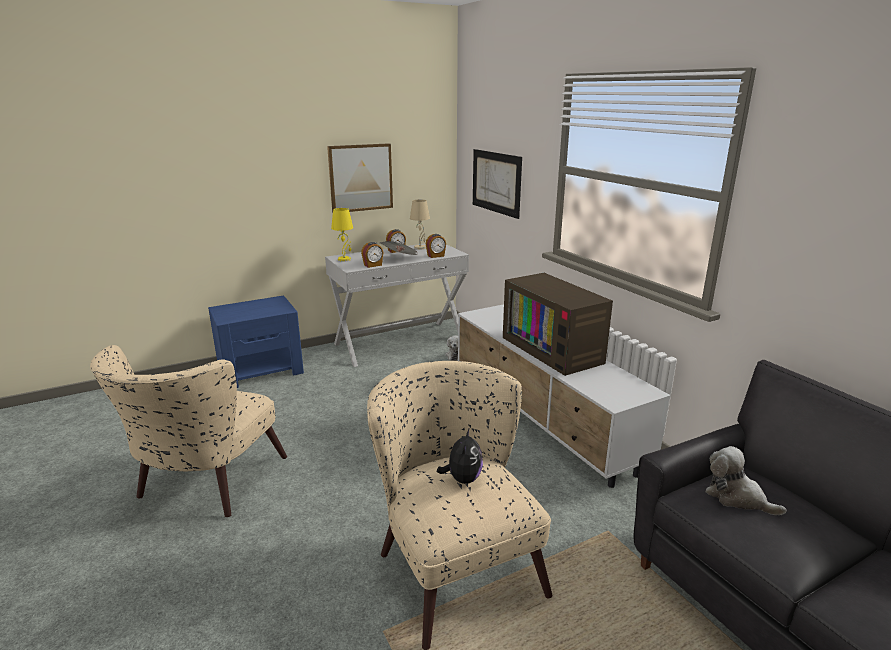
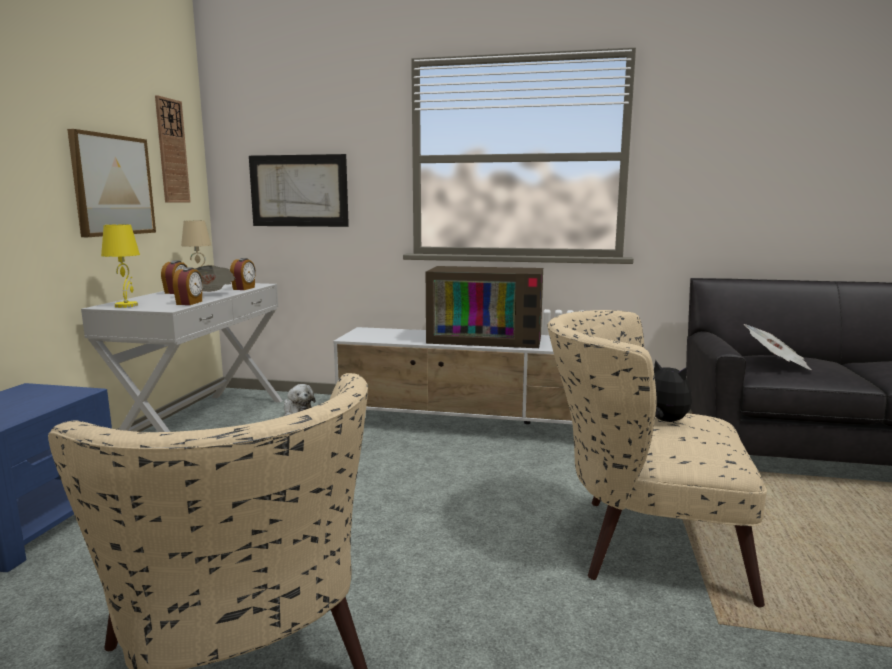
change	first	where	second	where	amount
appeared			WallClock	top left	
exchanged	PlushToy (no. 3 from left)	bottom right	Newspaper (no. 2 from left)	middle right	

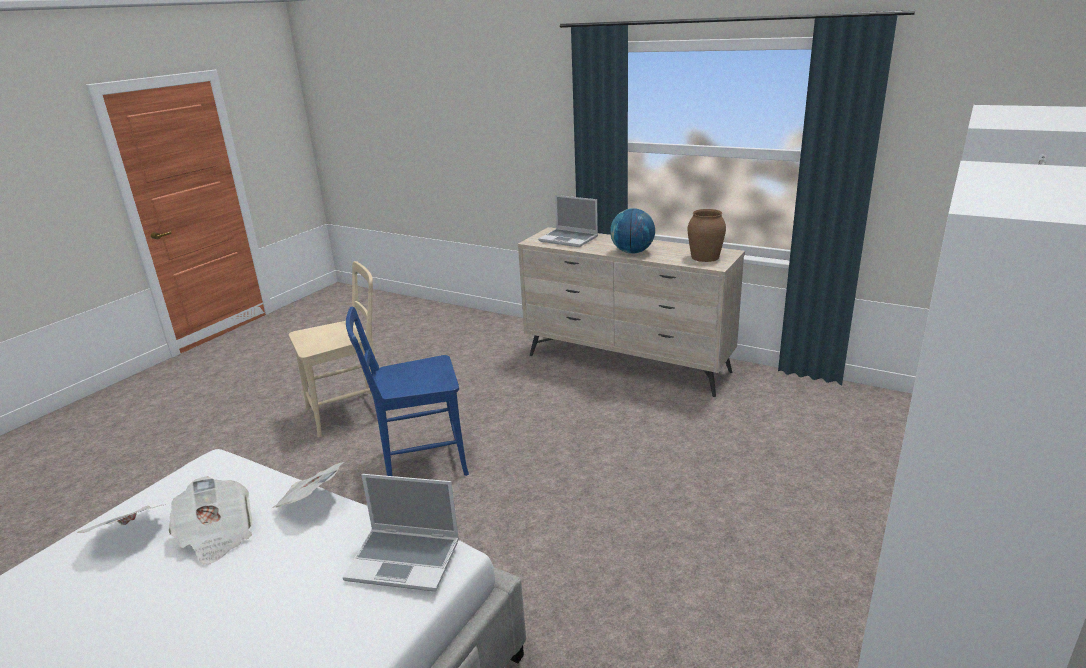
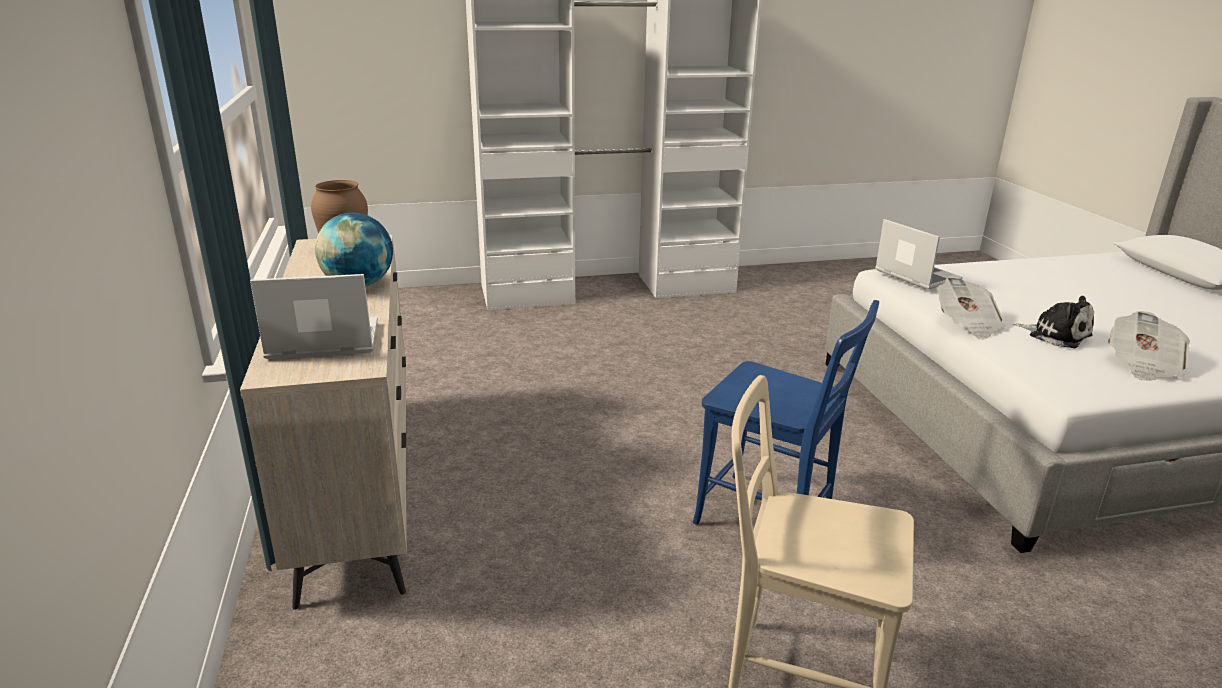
change	first	where	second	where	amount
exchanged	Newspaper (no. 2 from left)	bottom left	PlushToy	middle right	
spun	Laptop (no. 2 from left in the first image)	top centre	Laptop (no. 1 from left)	middle left	90 degrees counterclockwise

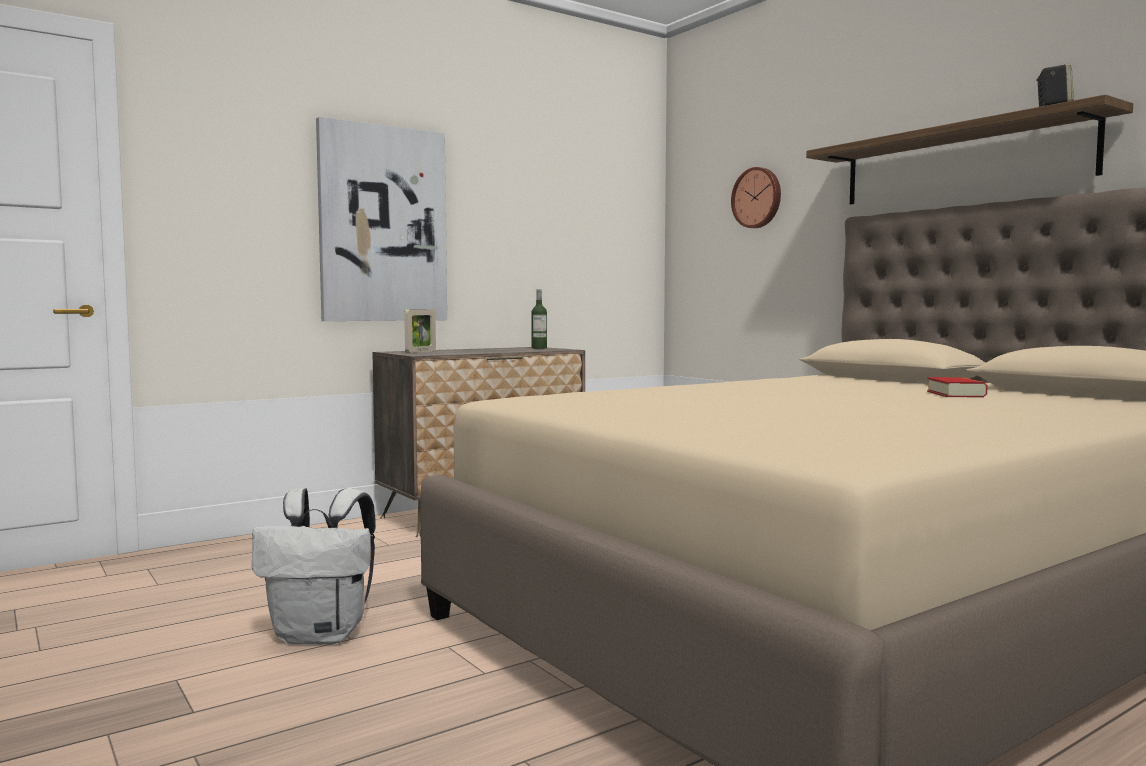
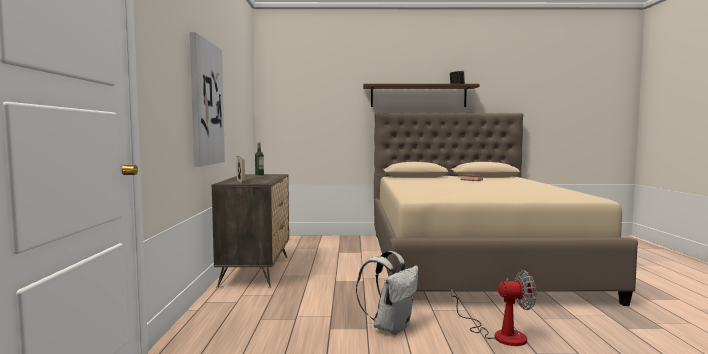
change	first	where	second	where	amount
missing	WallClock	top centre			
appeared			Fan	bottom right	

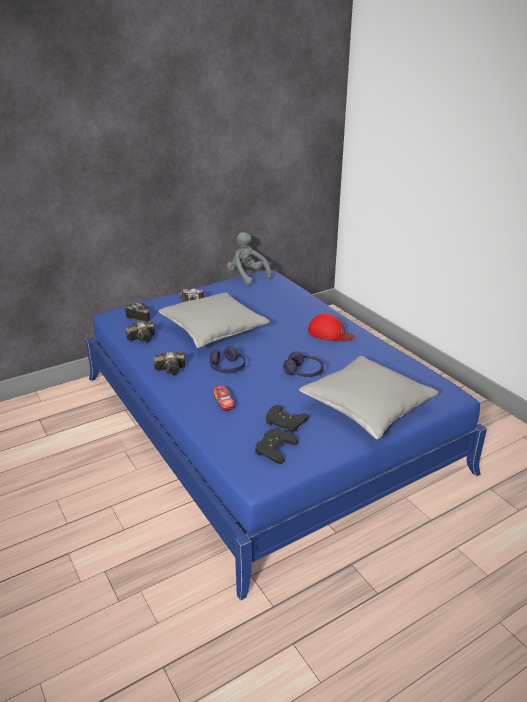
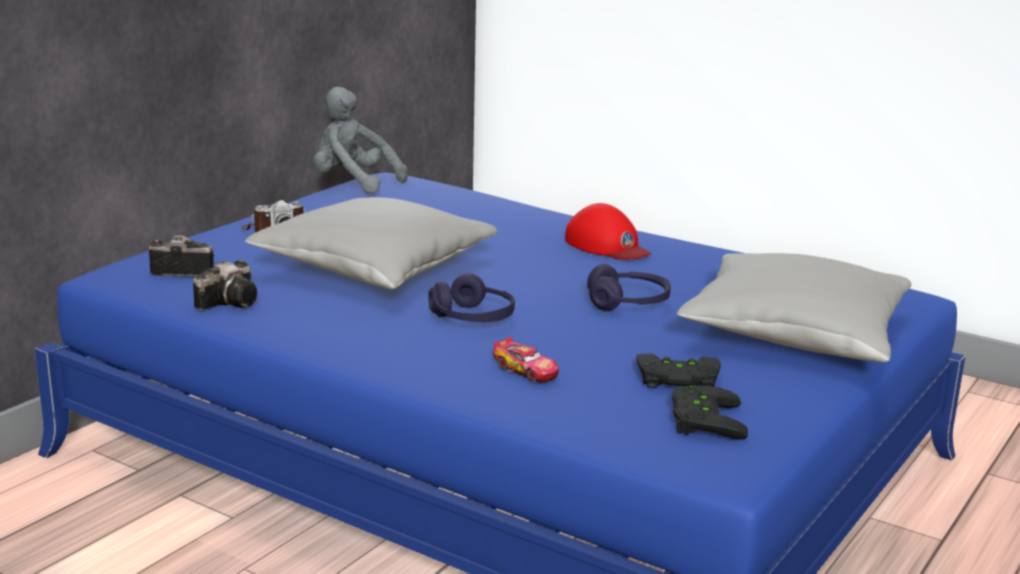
change	first	where	second	where	amount
missing	PhotoCamera (no. 3 from left)	middle left			
spun	RedCap	centre		centre	45 degrees clockwise

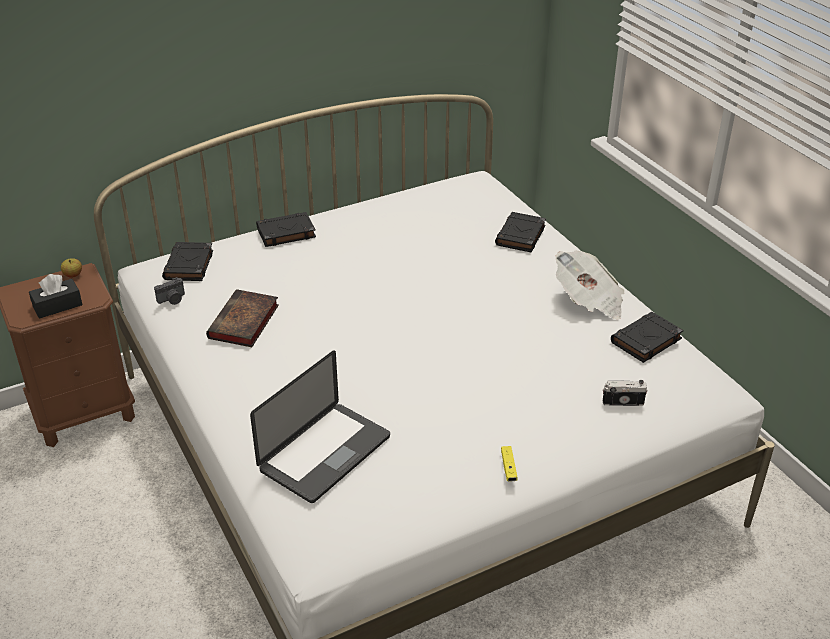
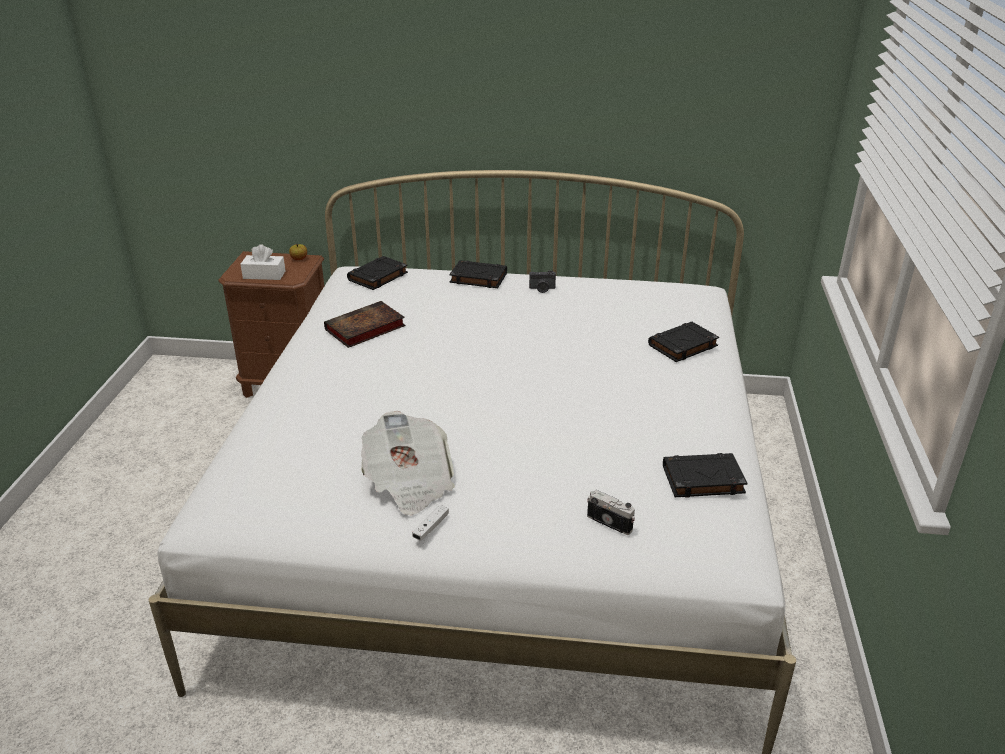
change	first	where	second	where	amount
missing	Laptop	bottom centre			
relocated	PhotoCamera (no. 1 from left)	middle left		centre	
relocated	Newspaper	middle right		centre	
colour	BlackTissueBox	middle left	WhiteTissueBox	middle left	
colour	YellowGameController	bottom centre	WhiteGameController	bottom centre	

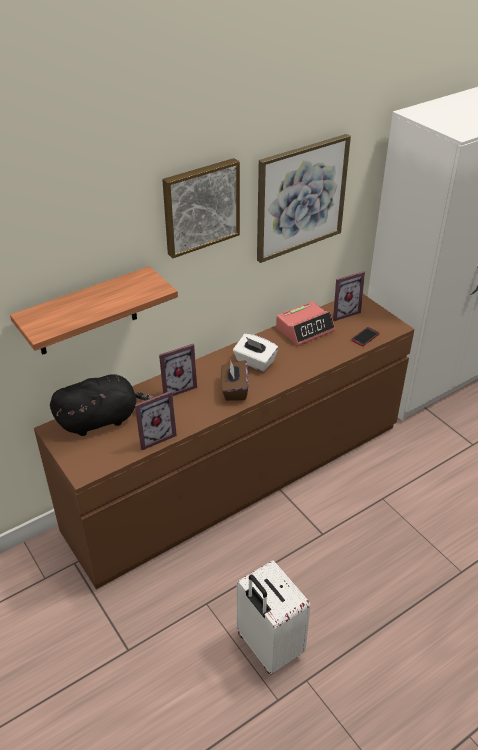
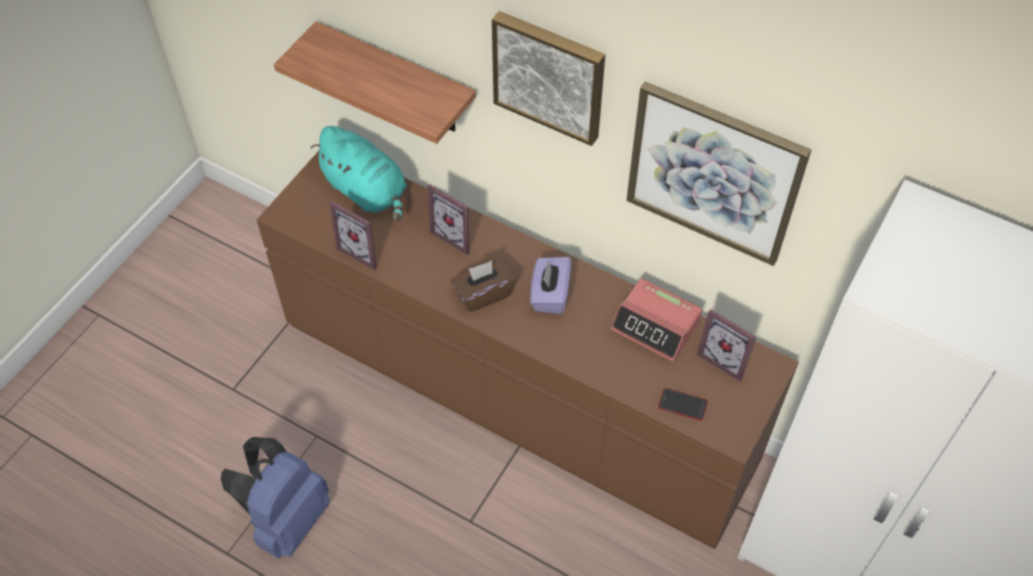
change	first	where	second	where	amount
exchanged	WhiteSuitcase	bottom centre	BlueBackpack	bottom left	
colour	BlackPlushToy	middle left	TurquoisePlushToy	top centre	
colour	WhiteTissueBox	centre	PurpleTissueBox	centre	

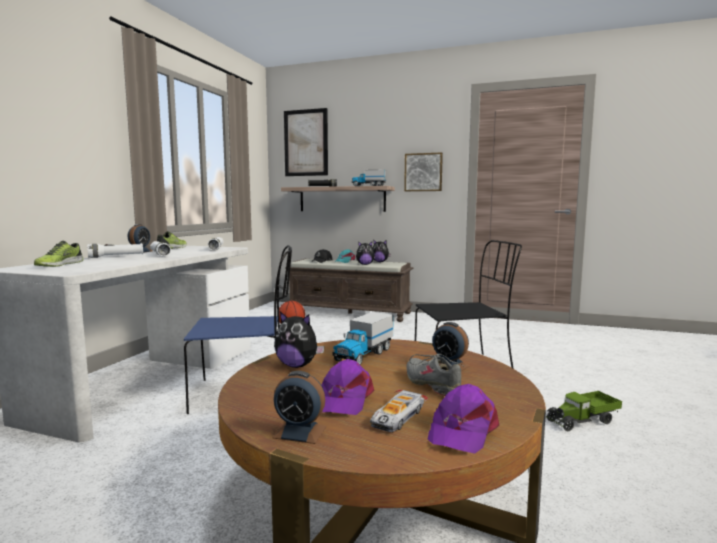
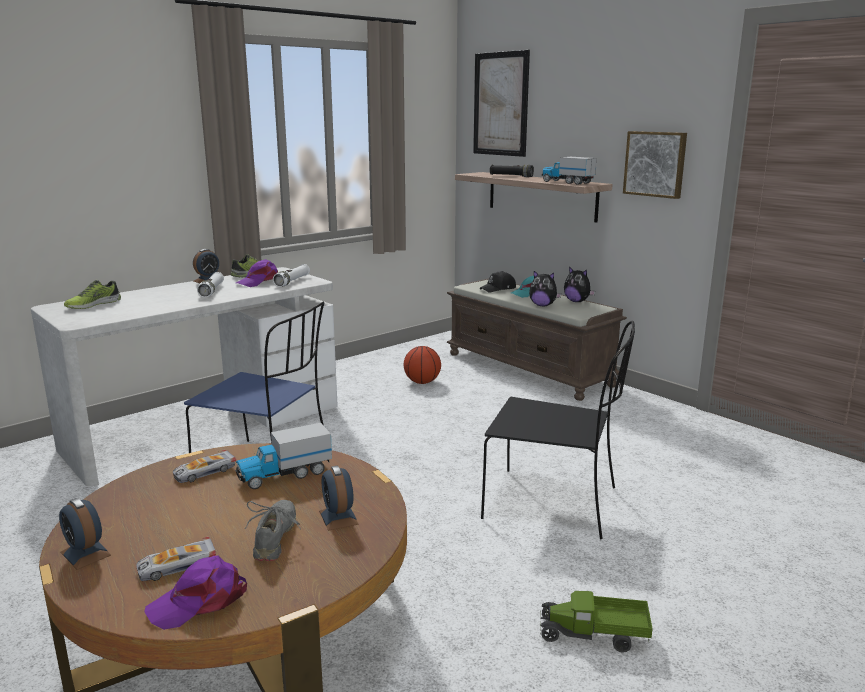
change	first	where	second	where	amount
missing	WhiteFlashlight (no. 1 from left)	middle left			
relocated	PurpleCap (no. 1 from left in the first image)	bottom centre	PurpleCap (no. 2 from left)	middle left	
exchanged	PlushToy (no. 1 from left)	centre	ToyCar (no. 2 from left)	bottom left	

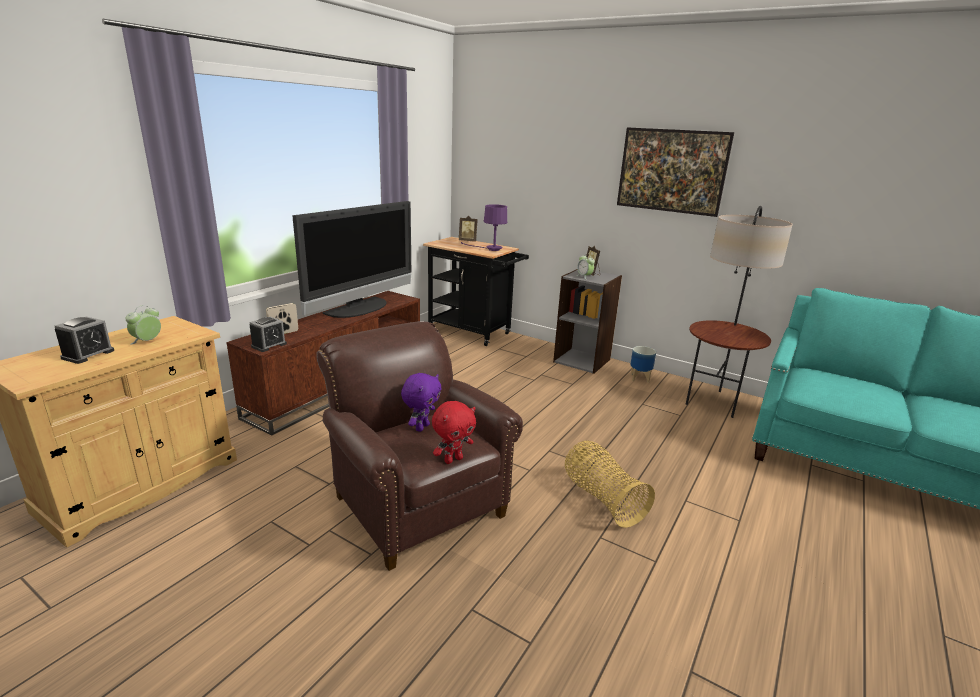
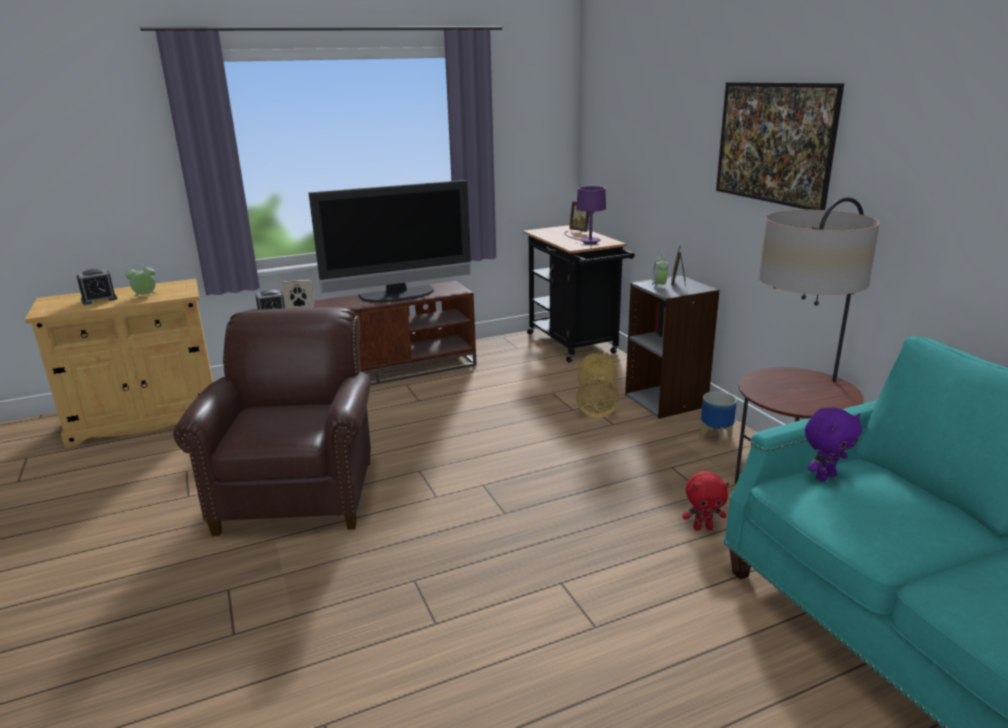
change	first	where	second	where	amount
relocated	PurplePlushToy	centre		middle right	
relocated	RedPlushToy	centre		bottom right	
relocated	Basket	bottom centre		centre	

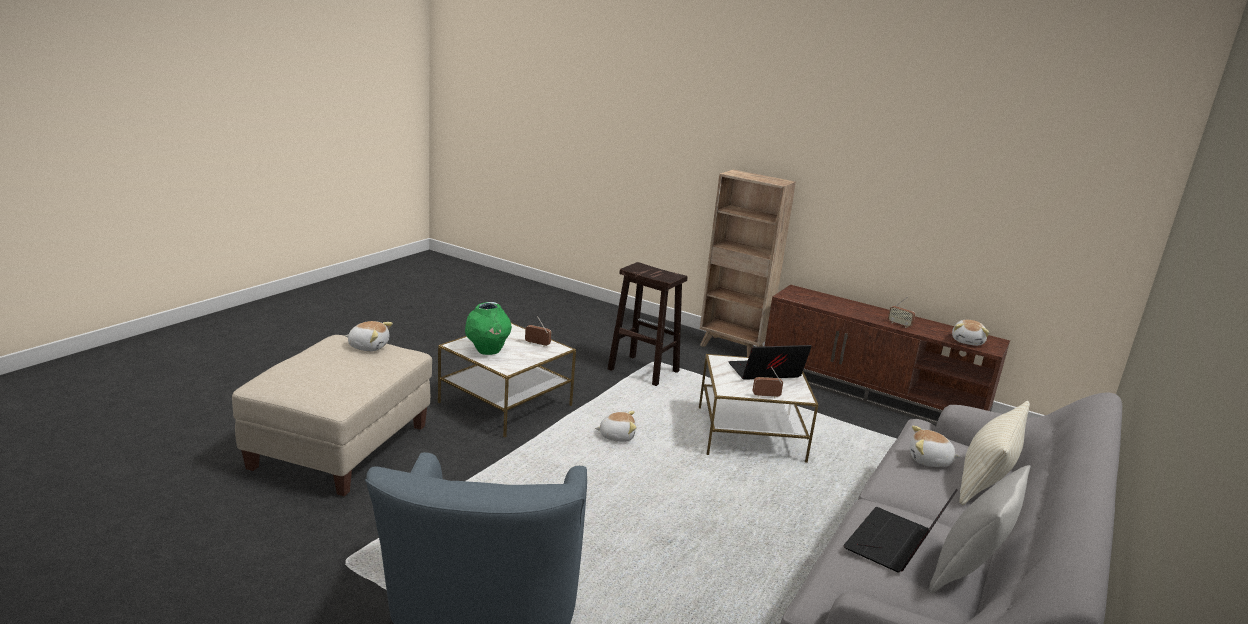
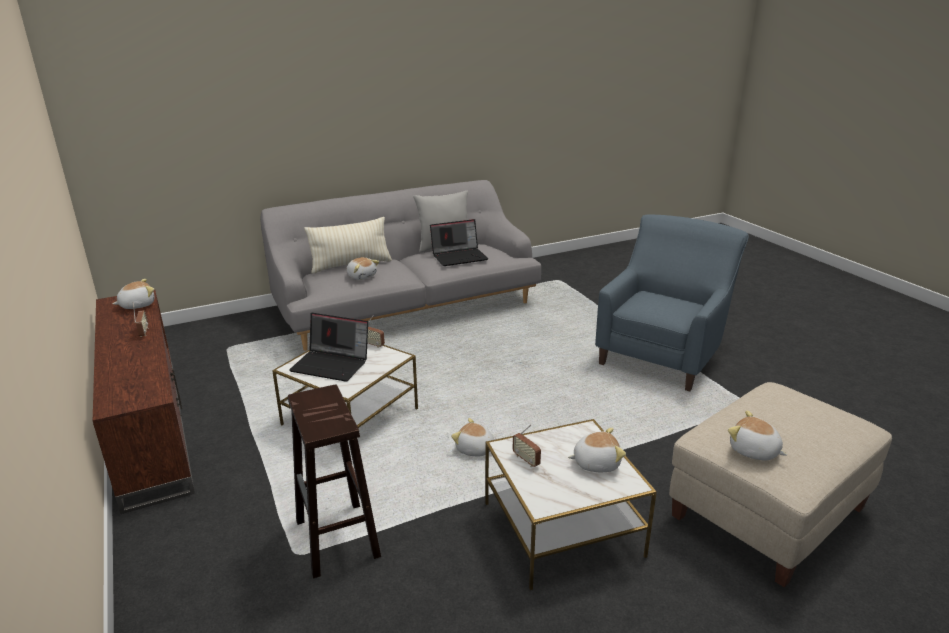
change	first	where	second	where	amount
missing	BrownBookcase	centre			
exchanged	GreenVase	centre	PlushToy (no. 4 from left)	bottom centre	

